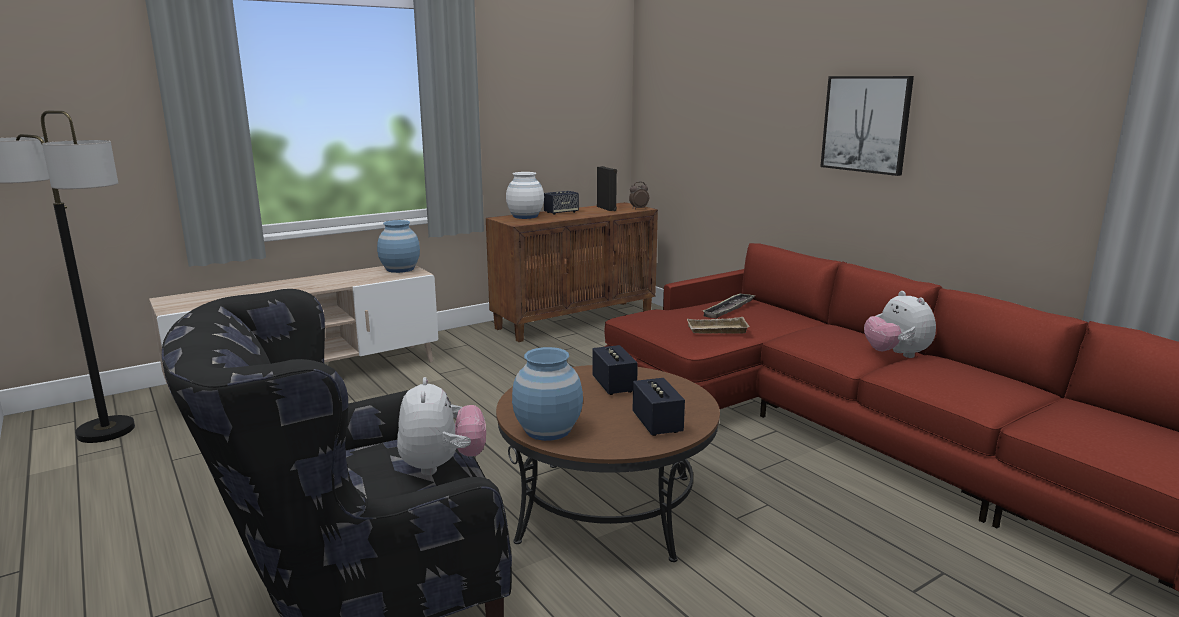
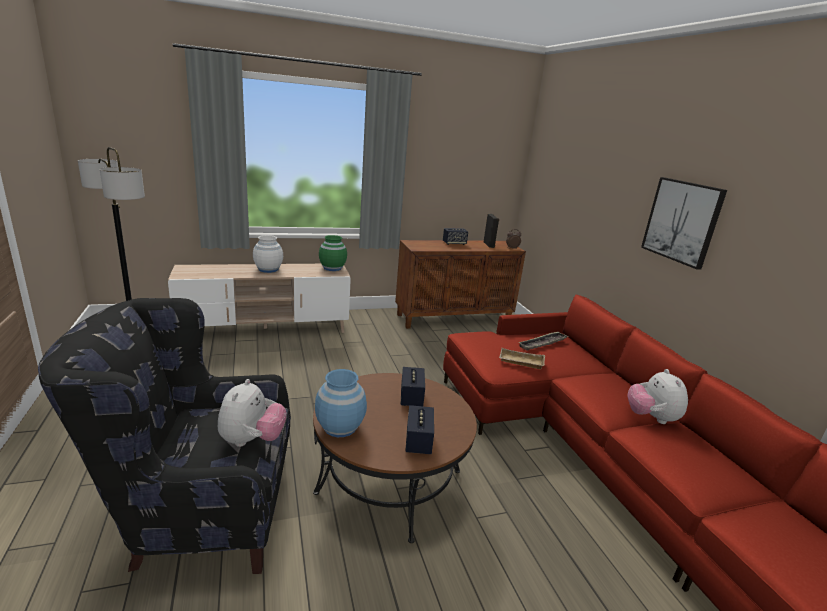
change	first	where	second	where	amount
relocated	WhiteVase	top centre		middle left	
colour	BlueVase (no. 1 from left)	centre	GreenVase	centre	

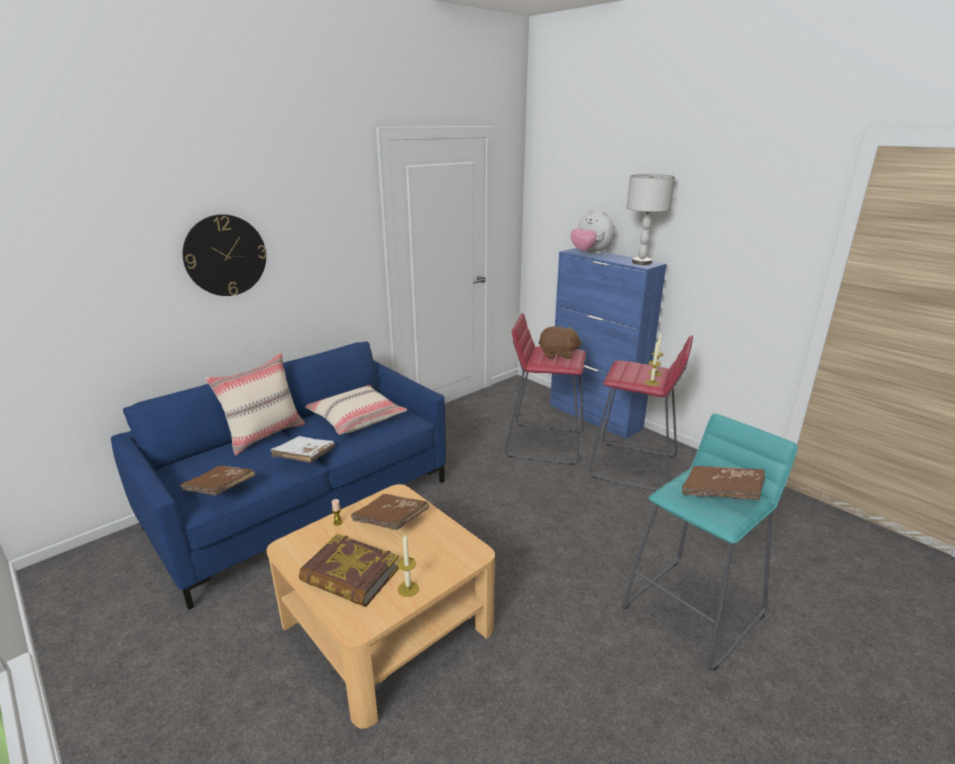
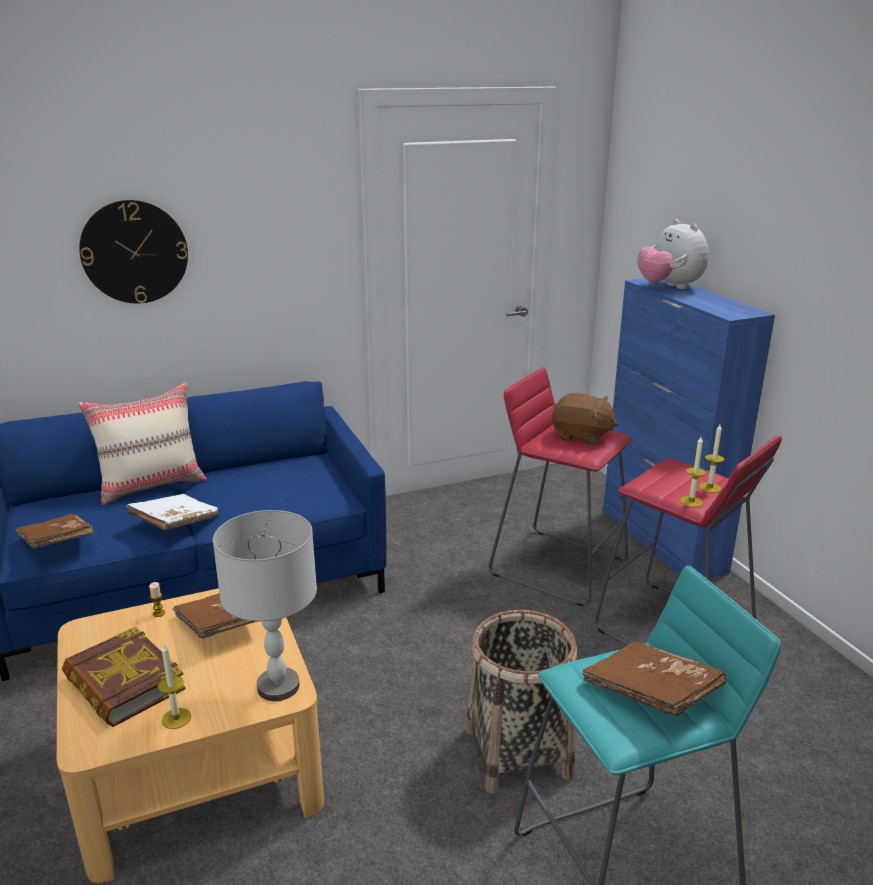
change	first	where	second	where	amount
missing	BeigePillow (no. 2 from left)	centre			
appeared			Basket	bottom centre	
relocated	GreyTableLamp	top right		bottom left	

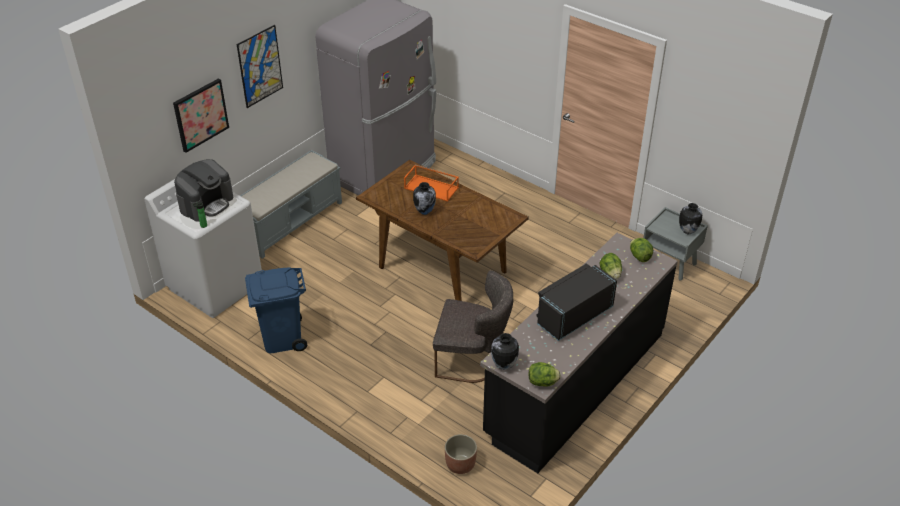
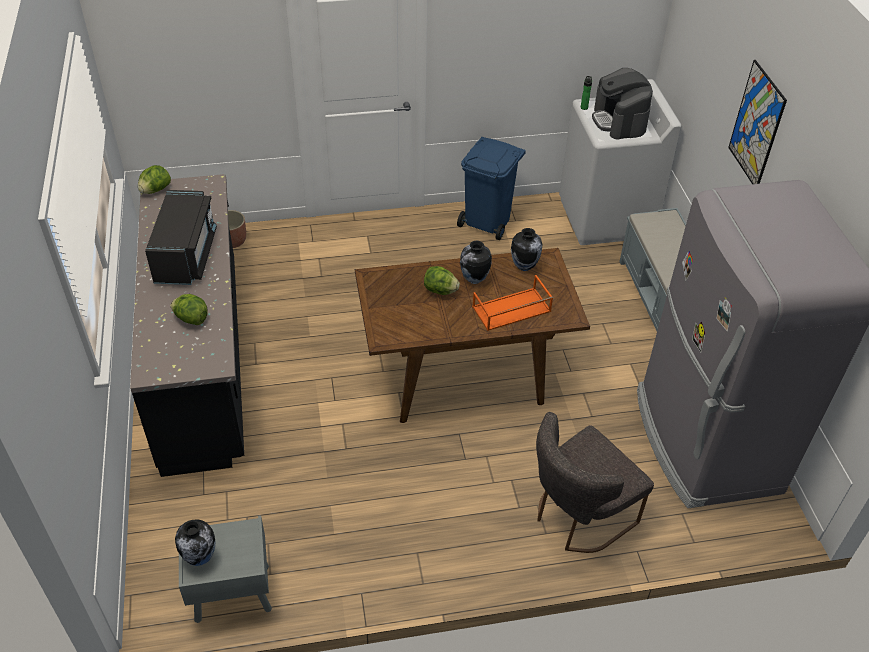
change	first	where	second	where	amount
missing	Picture (no. 1 from left)	top left			
relocated	GreyChair	centre		bottom right	
relocated	Vase (no. 2 from left in the first image)	bottom centre	Vase (no. 3 from left)	centre	
relocated	Lettuce (no. 3 from left)	middle right		centre	

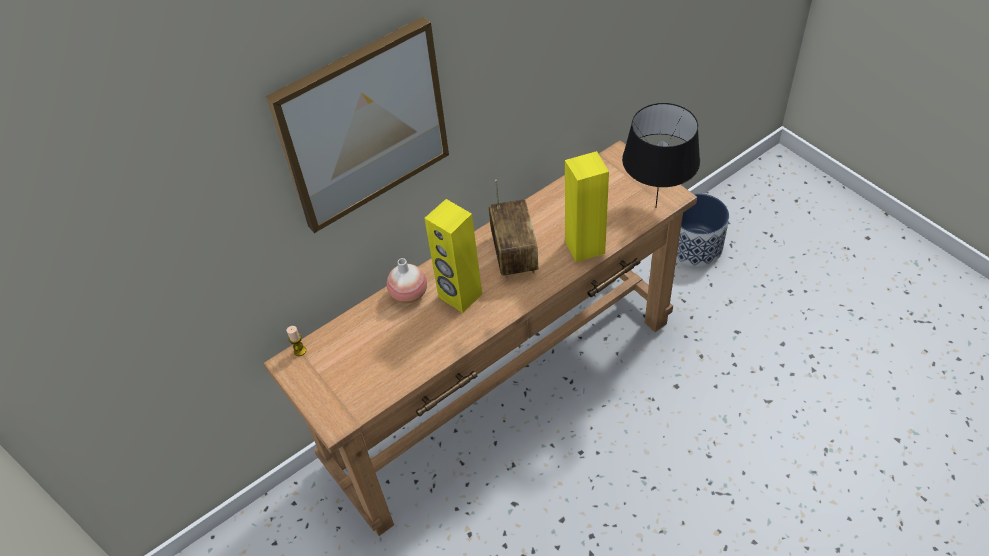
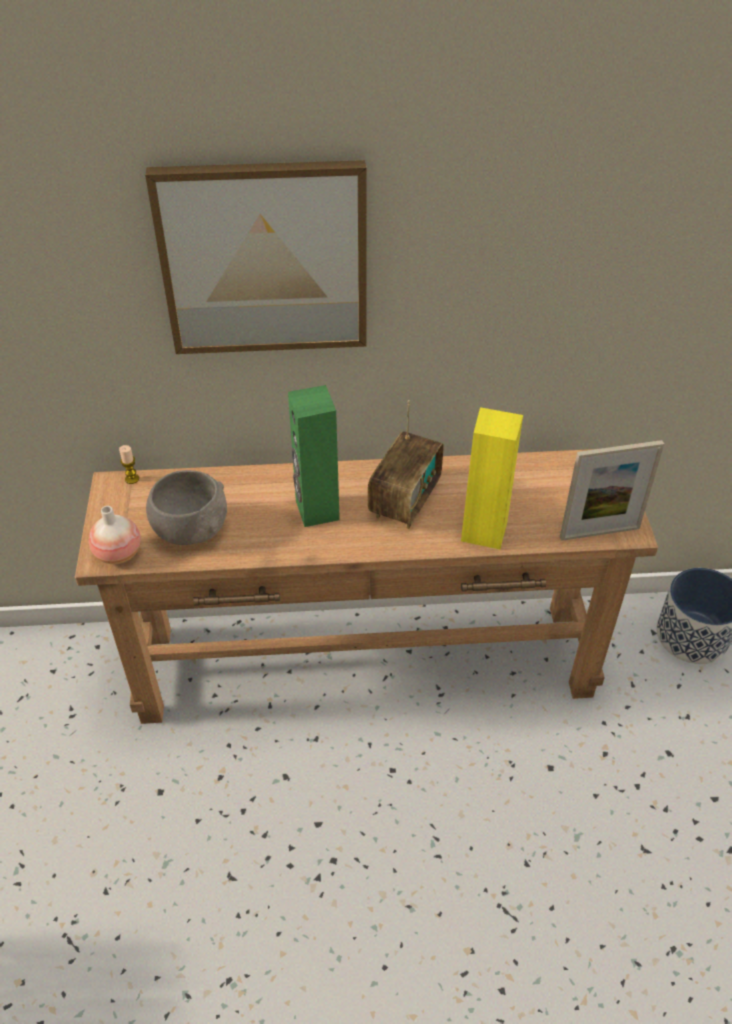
change	first	where	second	where	amount
appeared			GreyBowl	middle left	
relocated	Vase	centre		middle left	
exchanged	BlackTableLamp	top right	PictureFrame	middle right	
colour	YellowSpeaker (no. 1 from left)	centre	GreenSpeaker	centre	

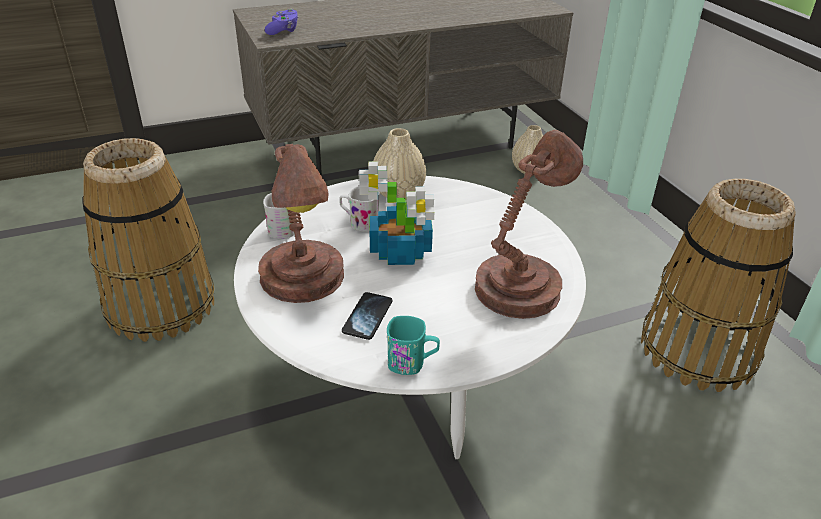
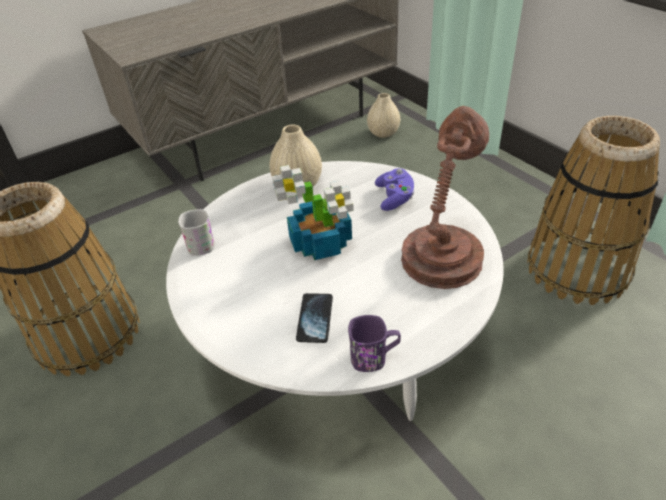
change	first	where	second	where	amount
missing	BrownTableLamp (no. 1 from left)	centre			
missing	WhiteMug (no. 2 from left)	centre			
relocated	PurpleGameController	top centre		centre	
colour	TurquoiseMug	centre	PurpleMug	bottom centre	

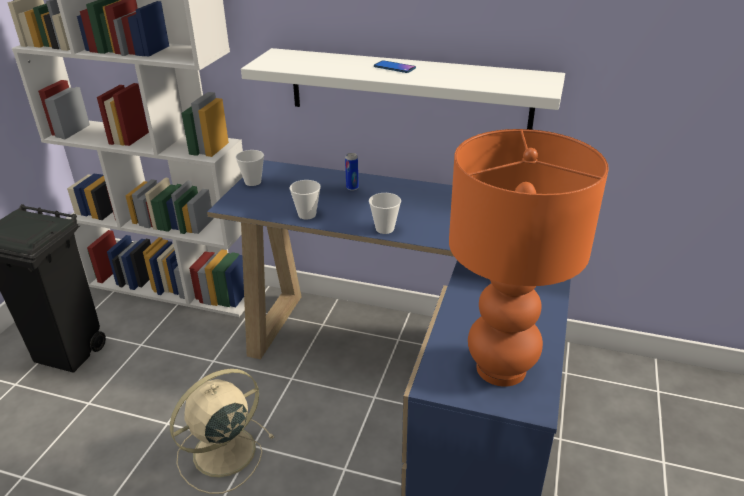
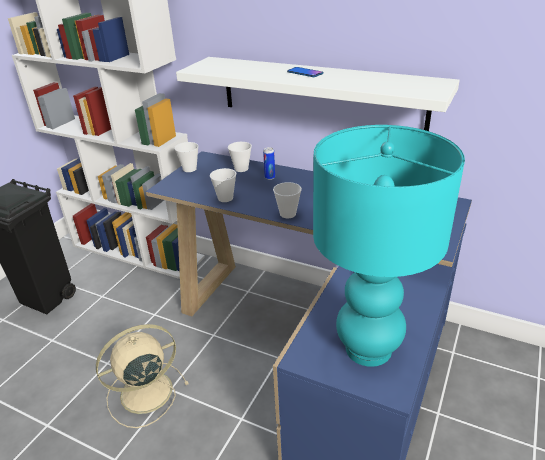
change	first	where	second	where	amount
appeared			Cup (no. 3 from left)	centre	
colour	OrangeTableLamp	middle right	TurquoiseTableLamp	middle right	

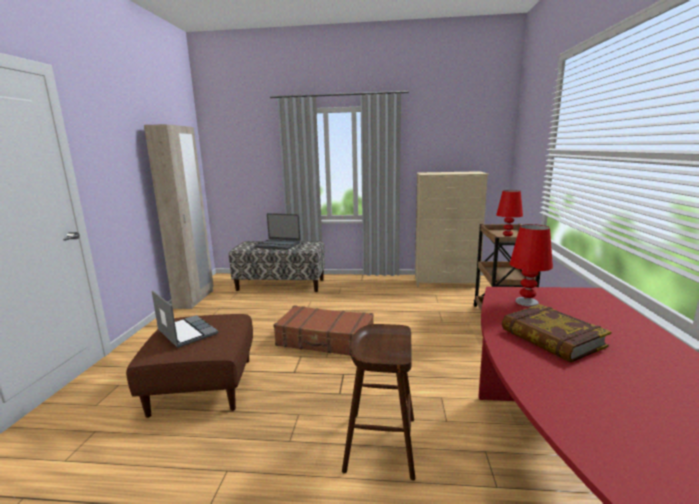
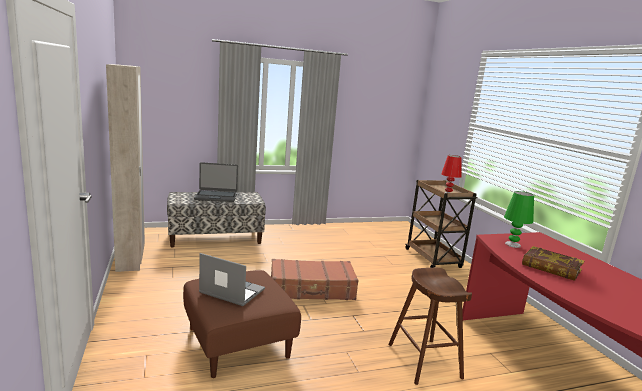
change	first	where	second	where	amount
missing	BeigeDresser	centre			
colour	RedTableLamp (no. 2 from left)	middle right	GreenTableLamp	middle right	

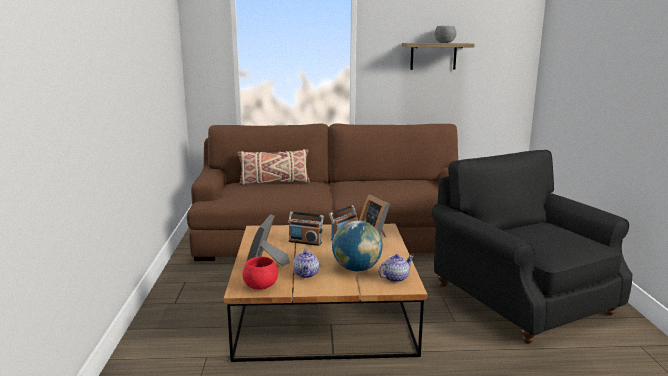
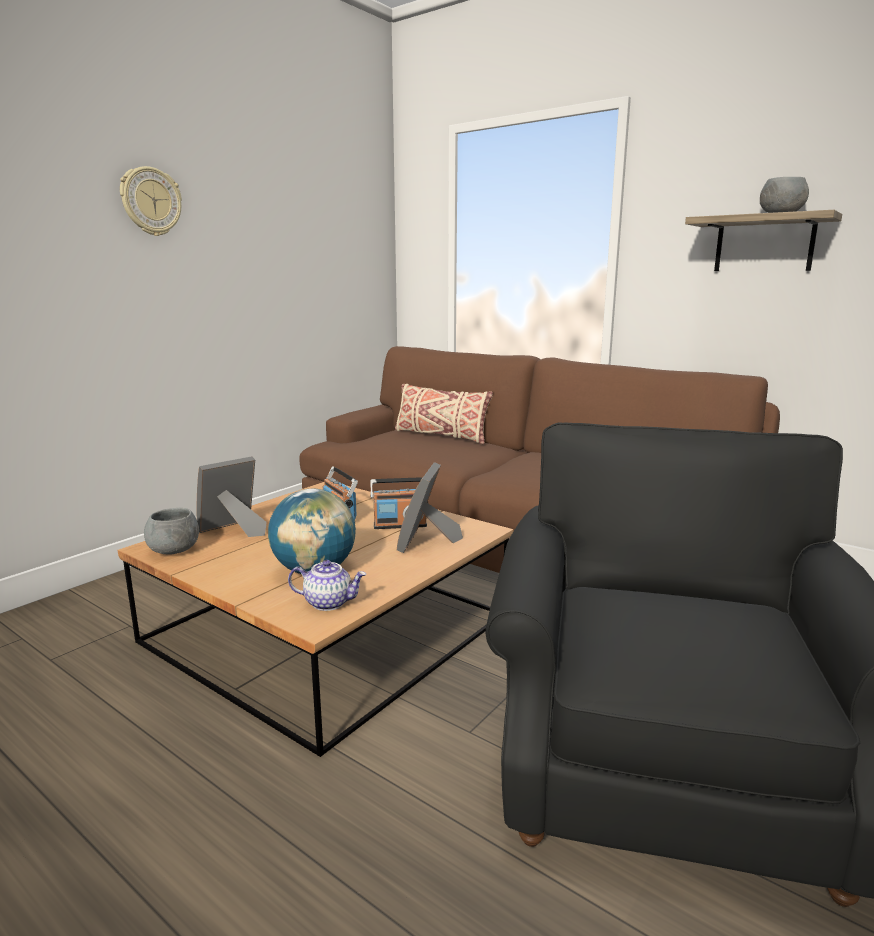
change	first	where	second	where	amount
missing	Teapot (no. 1 from left)	bottom centre			
appeared			WallClock	top left	
colour	RedBowl	bottom centre	GreyBowl (no. 1 from left)	middle left	

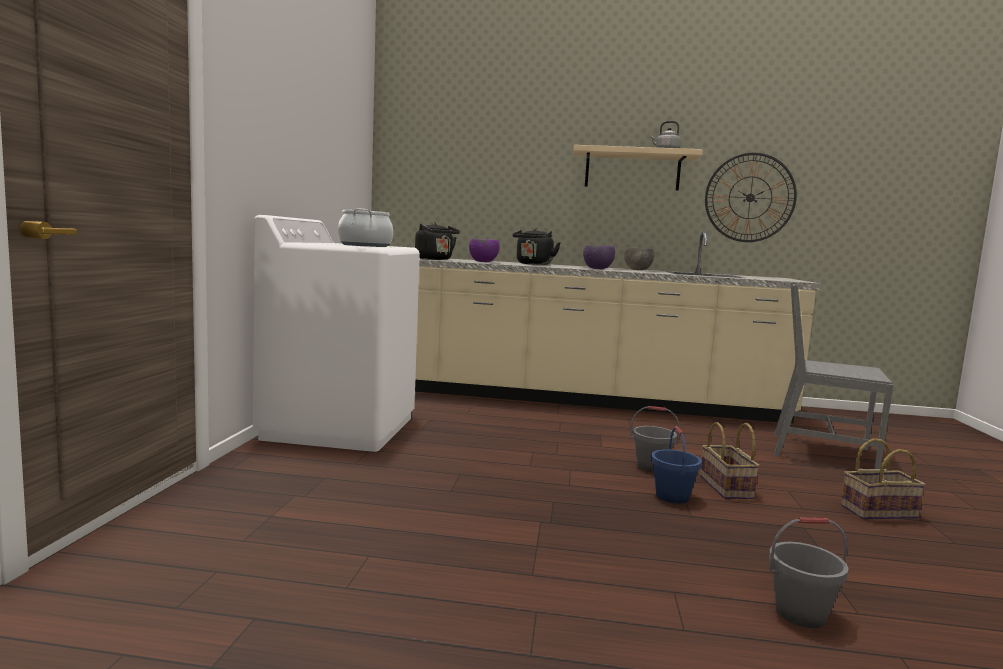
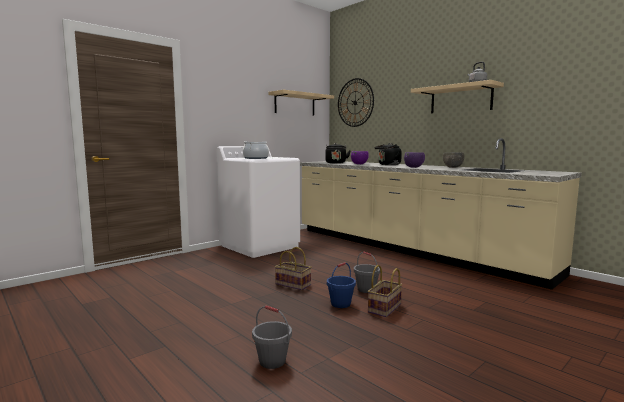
change	first	where	second	where	amount
missing	GreyChair	middle right			
appeared			BeigeShelf (no. 1 from left)	top centre	
relocated	WallClock	top right		top centre	
relocated	Basket (no. 2 from left in the first image)	bottom right	Basket (no. 1 from left)	bottom centre	

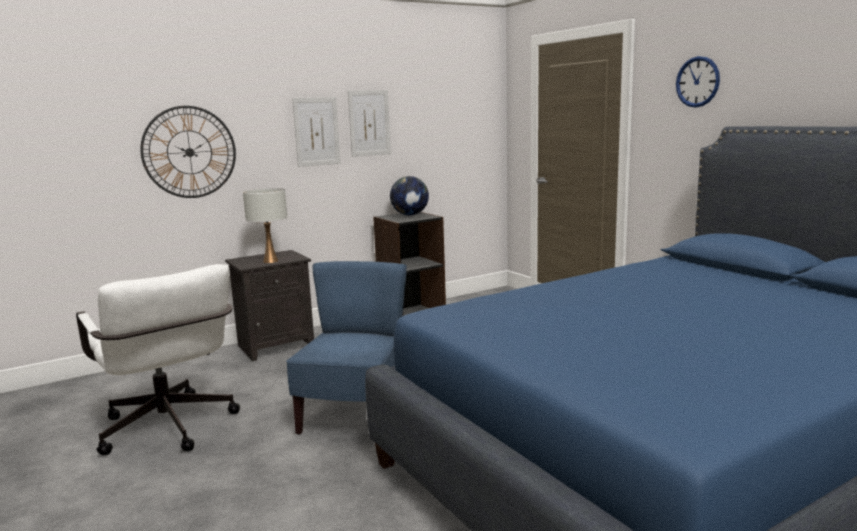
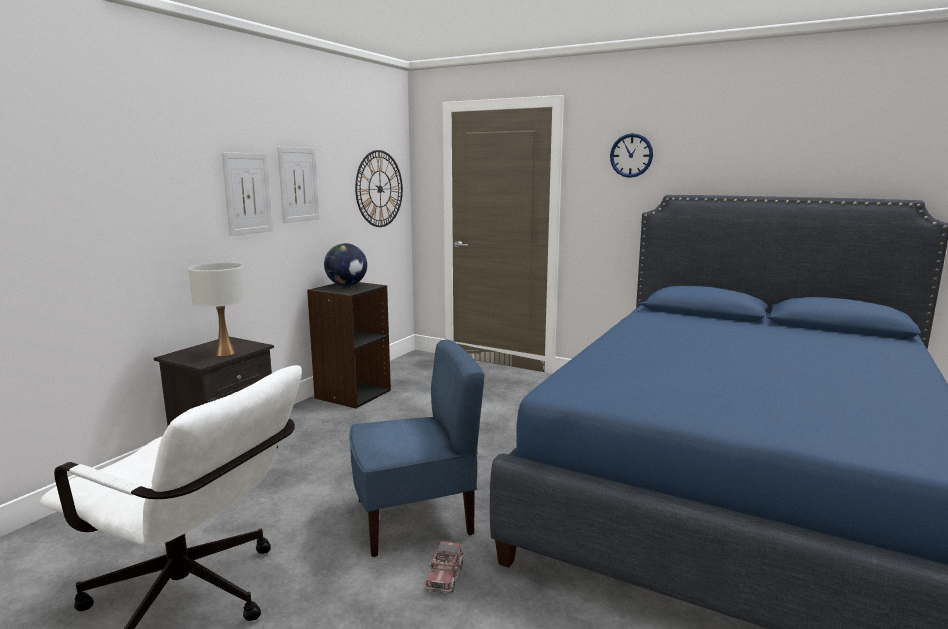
change	first	where	second	where	amount
appeared			ToyTruck	bottom centre	
relocated	WallClock (no. 1 from left)	top left		top centre	
spun	BlueChair	centre		bottom centre	90 degrees clockwise

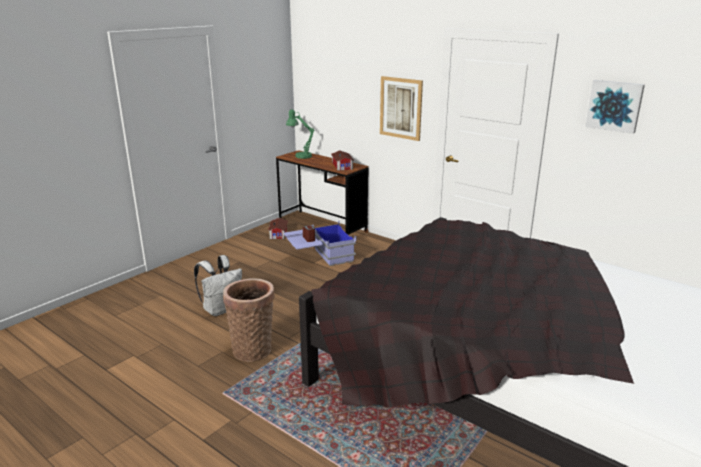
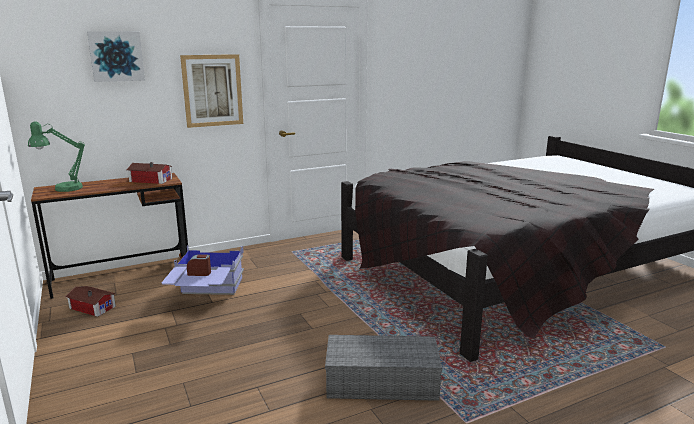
change	first	where	second	where	amount
missing	WhiteBackpack	middle left			
relocated	Picture (no. 2 from left in the first image)	top right	Picture (no. 1 from left)	top left	
exchanged	Basket	bottom centre	GreyStorageBox	bottom centre	

